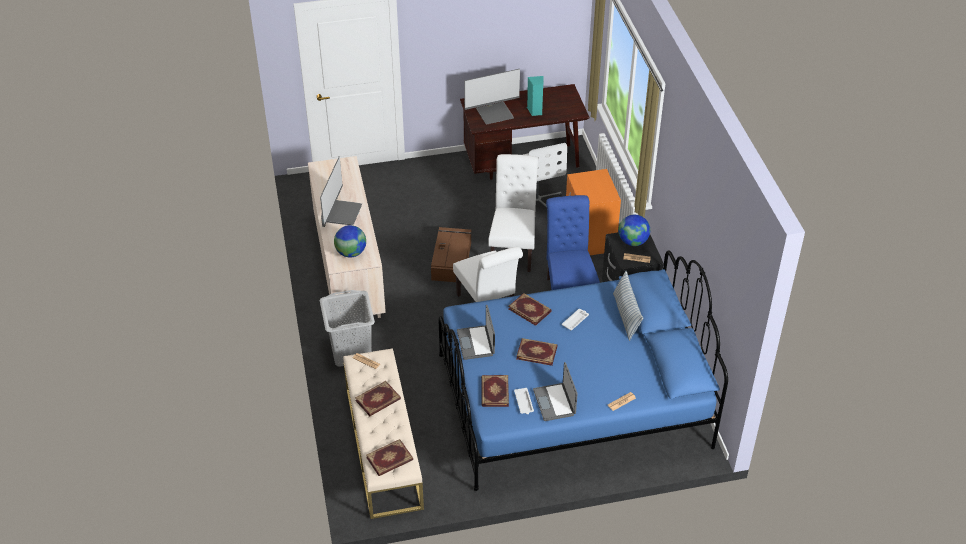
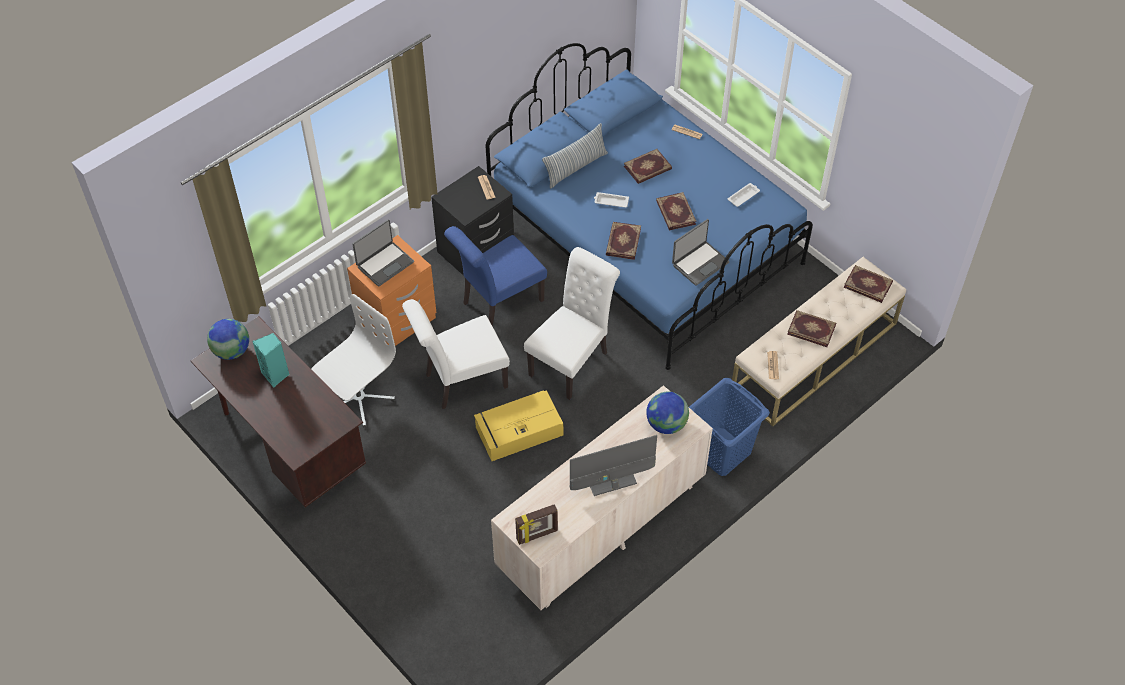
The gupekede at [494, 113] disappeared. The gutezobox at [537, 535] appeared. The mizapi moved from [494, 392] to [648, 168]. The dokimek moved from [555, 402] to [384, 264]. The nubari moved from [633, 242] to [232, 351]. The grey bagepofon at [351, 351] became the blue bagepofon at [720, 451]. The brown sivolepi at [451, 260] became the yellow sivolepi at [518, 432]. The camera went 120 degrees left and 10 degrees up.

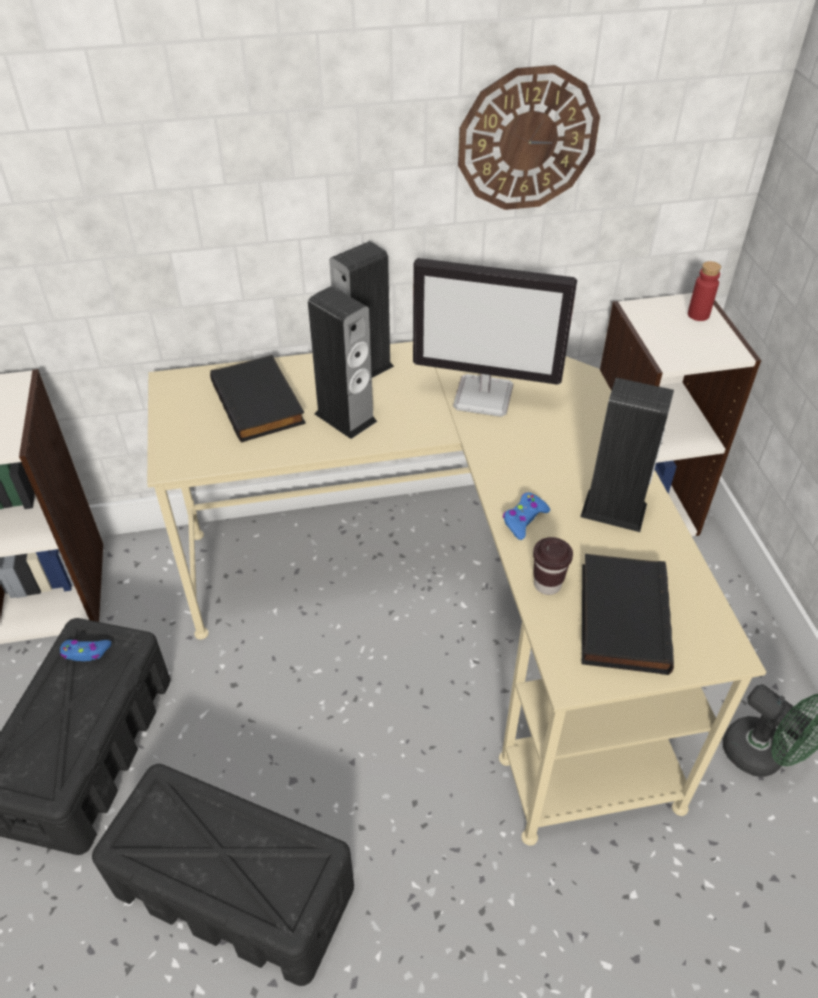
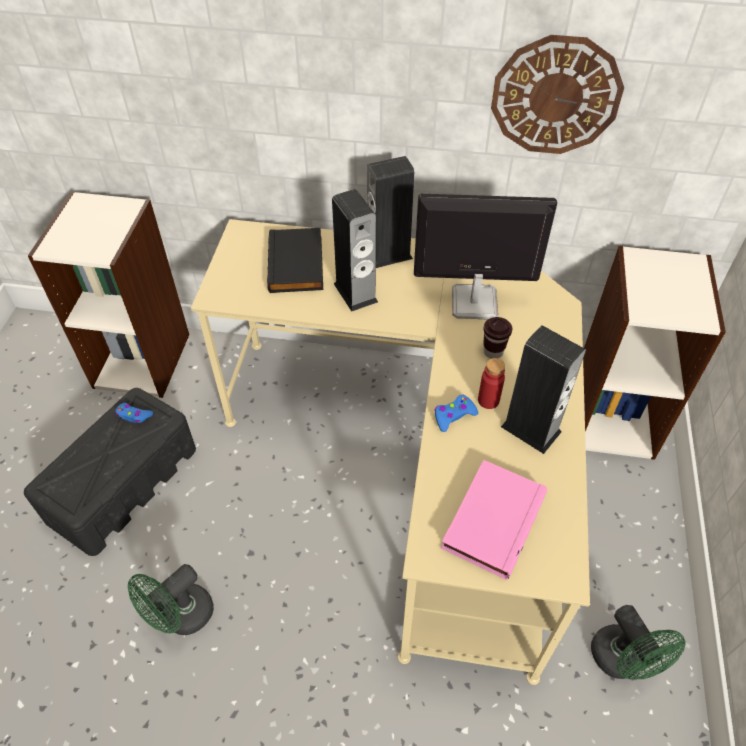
The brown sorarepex moved from [547, 584] to [493, 352]. The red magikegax moved from [698, 315] to [488, 400]. The black sivolepi at [236, 889] was replaced by the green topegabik at [181, 617]. The black mizapi at [620, 616] became the pink mizapi at [491, 519]. The gupekede at [485, 397] turned 150 degrees clockwise. The camera went 20 degrees right and 5 degrees up.

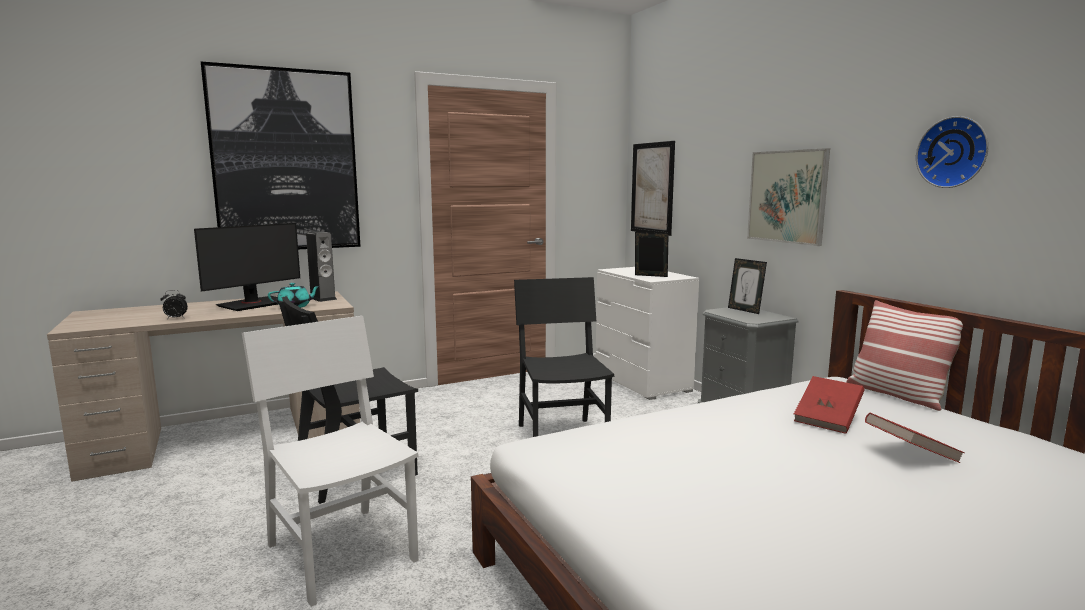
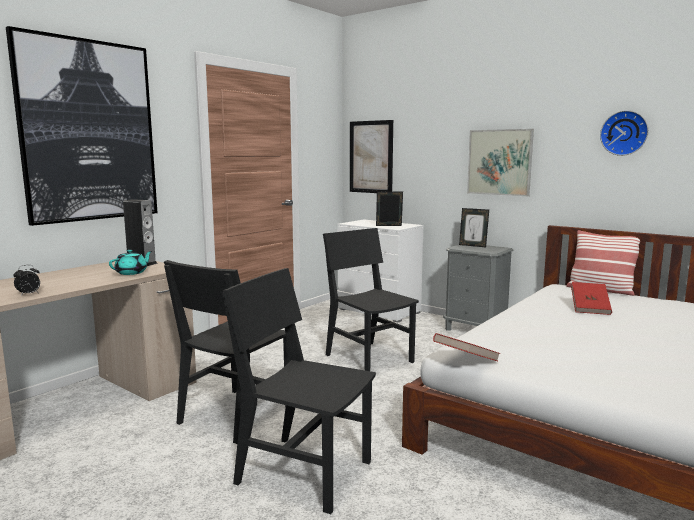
The gupekede at [254, 304] disappeared. The red mizapi moved from [910, 455] to [465, 361]. The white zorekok at [342, 552] became the black zorekok at [304, 472]. The camera went 25 degrees left and 0 degrees up.

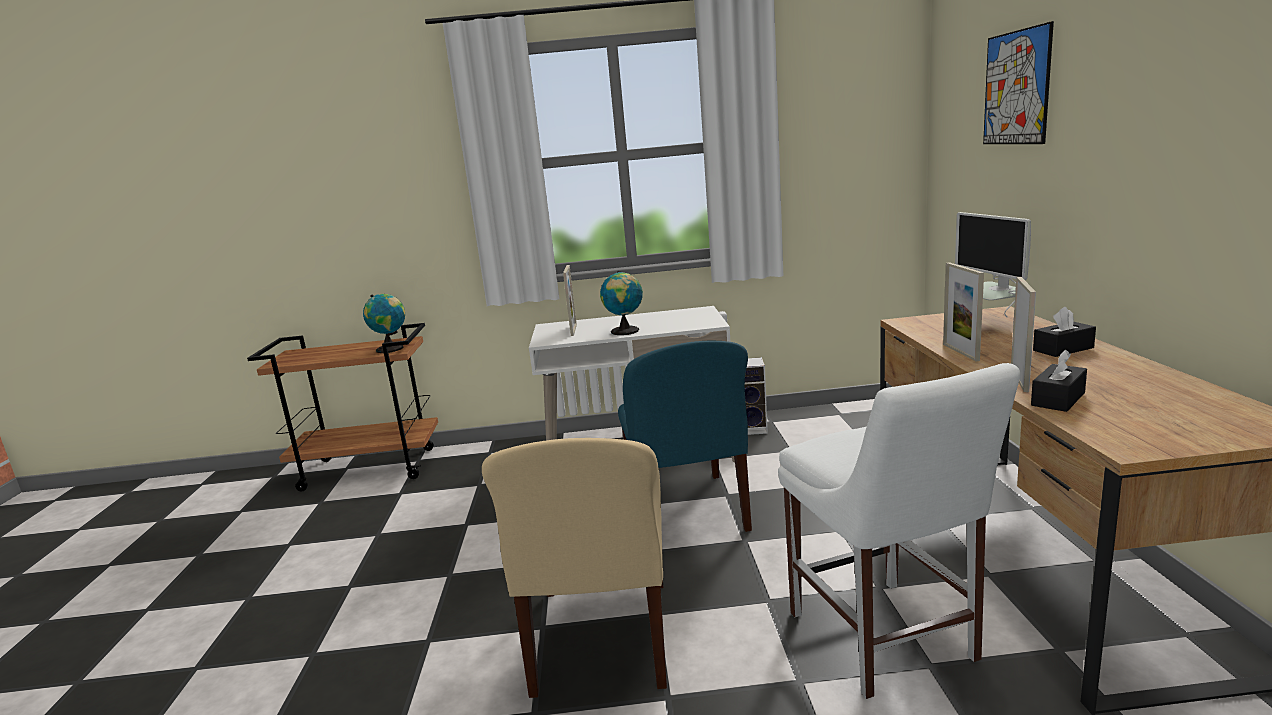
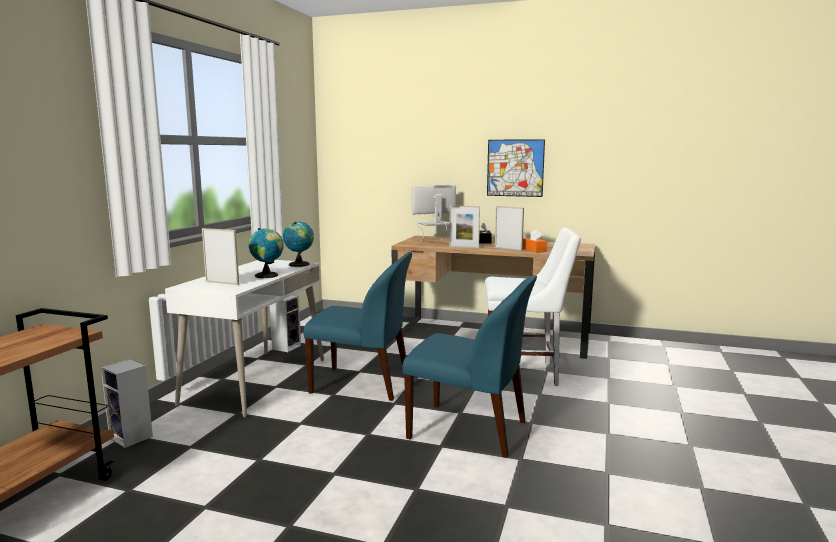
The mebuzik at [132, 437] appeared. The nubari moved from [392, 349] to [299, 264]. The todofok moved from [1016, 88] to [515, 168]. The beige zorekok at [601, 639] became the blue zorekok at [470, 430]. The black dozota at [1058, 399] became the orange dozota at [534, 250]. The gupekede at [991, 323] turned 150 degrees clockwise. The camera went 70 degrees left and 5 degrees down.

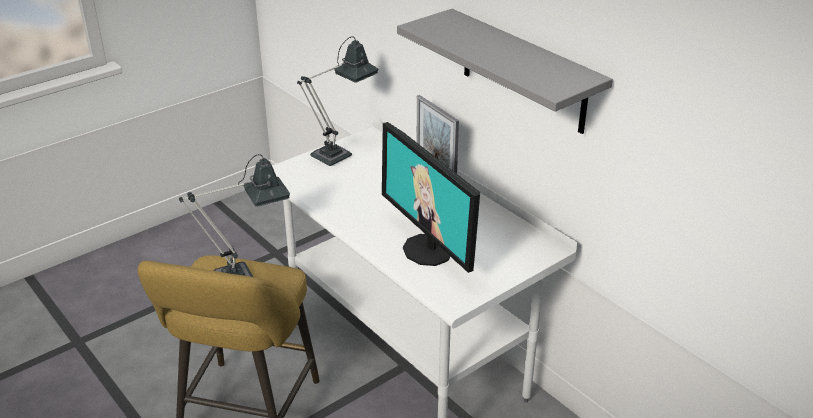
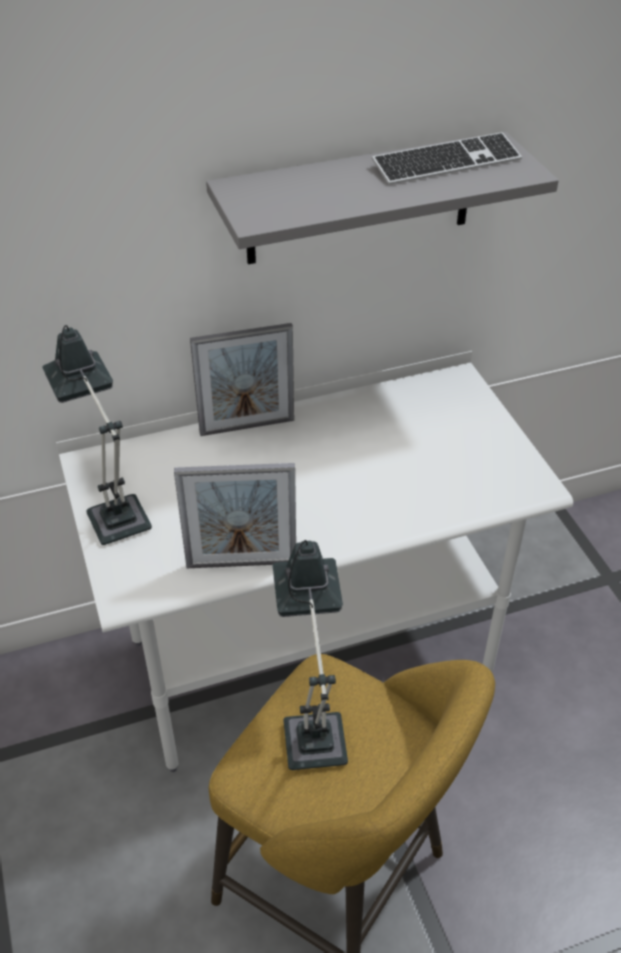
The gupekede at [429, 250] disappeared. The gutezobox at [241, 564] appeared. The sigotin at [446, 163] appeared. The camera went 70 degrees left and 10 degrees up.

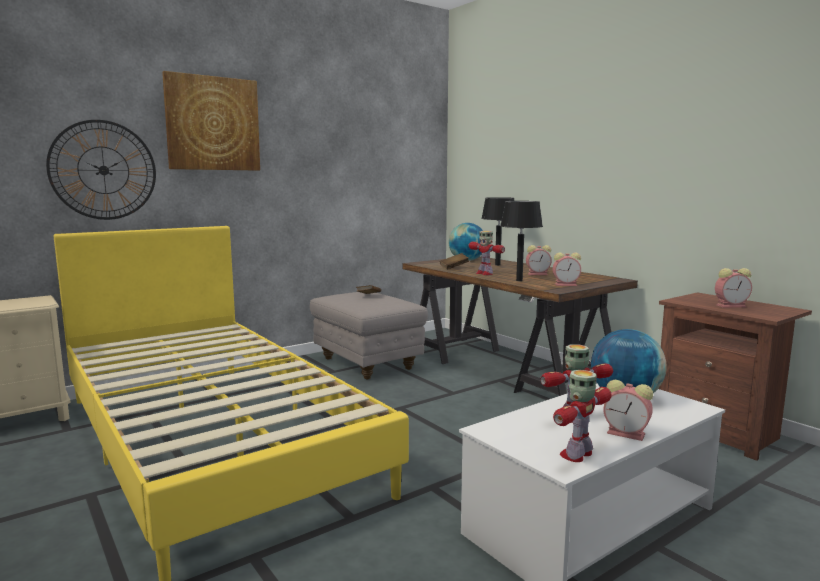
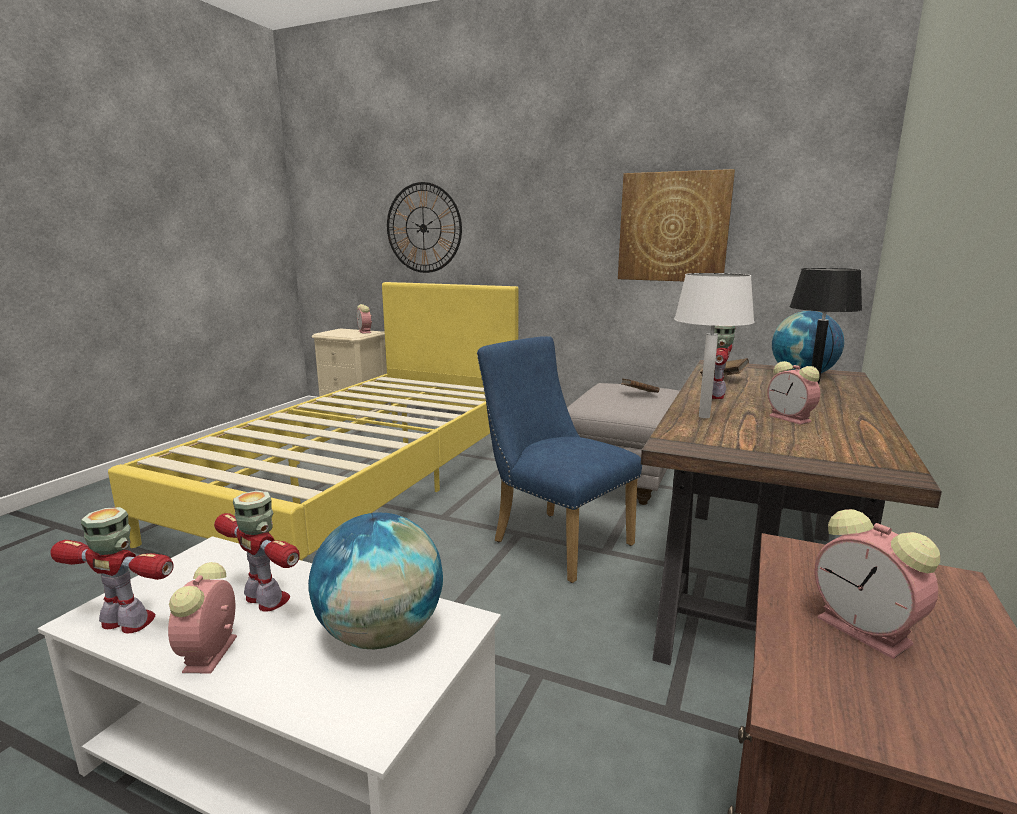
The blue zorekok at [554, 540] appeared. The todofok moved from [213, 124] to [673, 227]. The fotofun moved from [566, 284] to [365, 332]. The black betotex at [519, 280] became the white betotex at [703, 416]. The camera went 60 degrees right and 5 degrees up.

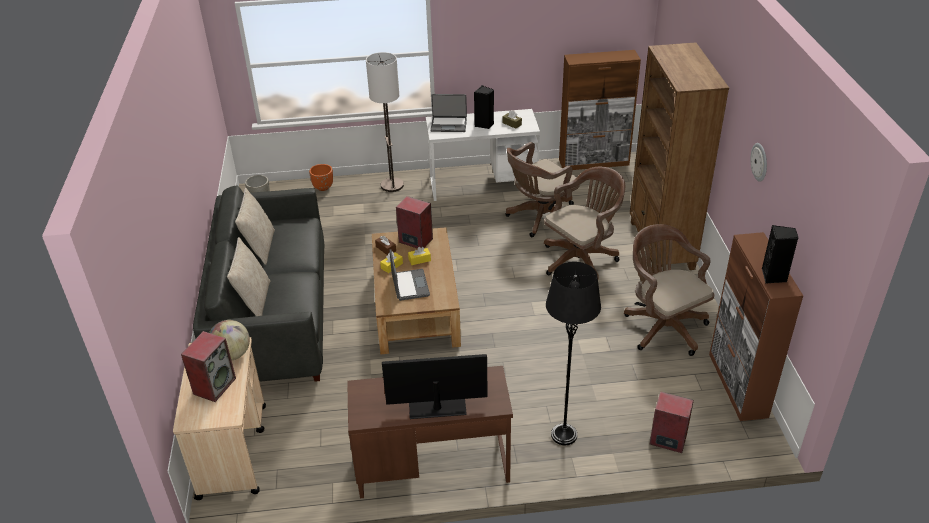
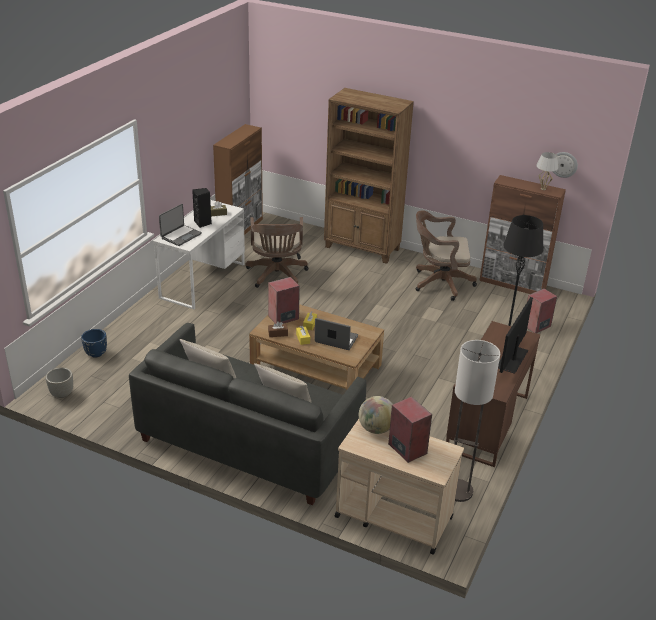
The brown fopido at [582, 259] disappeared. The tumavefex moved from [392, 185] to [458, 491]. The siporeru moved from [760, 162] to [564, 164]. The black mebuzik at [774, 277] was replaced by the white betotex at [543, 189]. The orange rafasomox at [323, 187] became the blue rafasomox at [96, 354]. The camera went 60 degrees left and 5 degrees down.

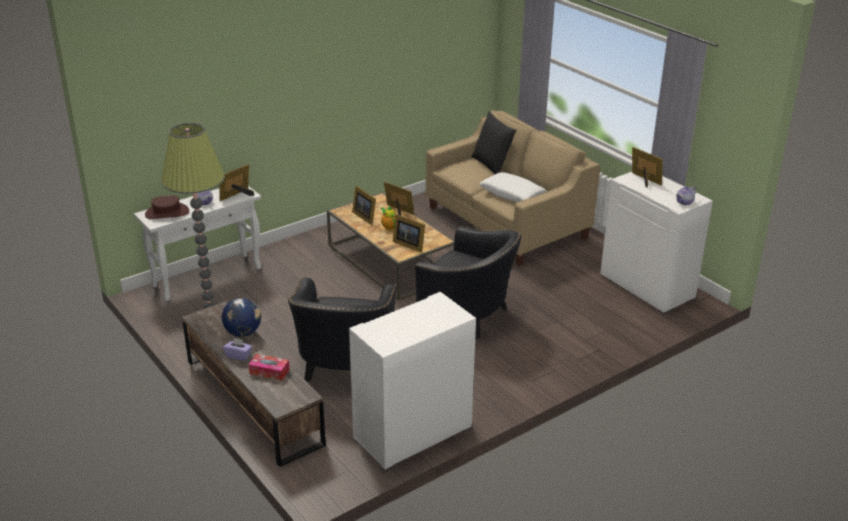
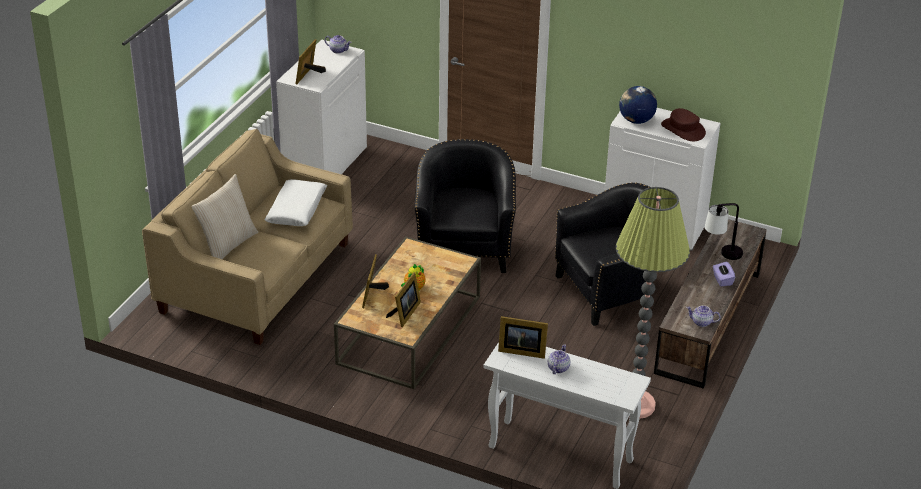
The gutezobox at [409, 244] disappeared. The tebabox at [701, 322] appeared. The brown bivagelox moved from [167, 213] to [683, 129]. The nubari moved from [243, 332] to [636, 120]. The dozota at [269, 371] was replaced by the betotex at [722, 255]. The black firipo at [492, 165] became the beige firipo at [227, 245]. The camera went 120 degrees left and 5 degrees up.

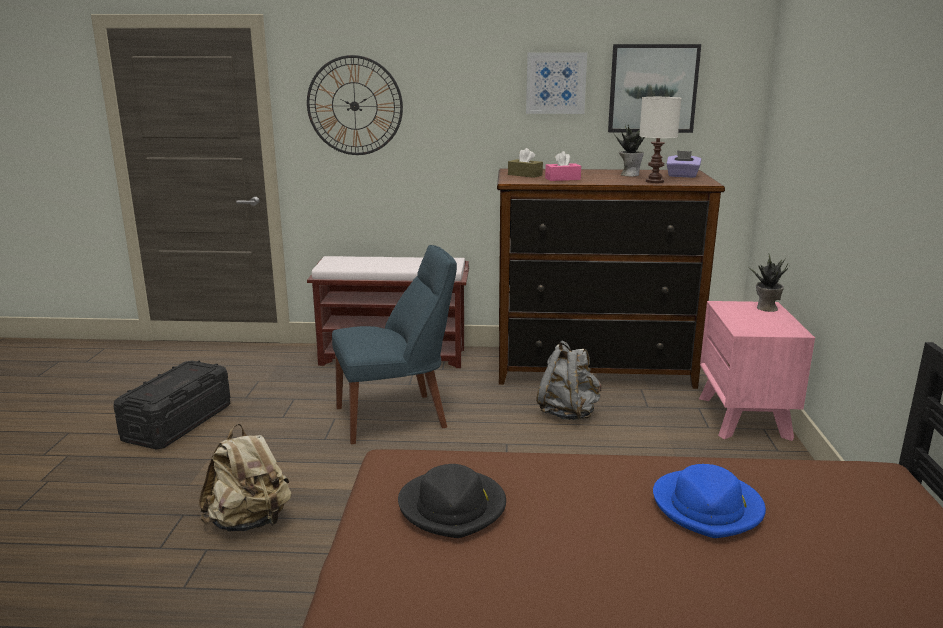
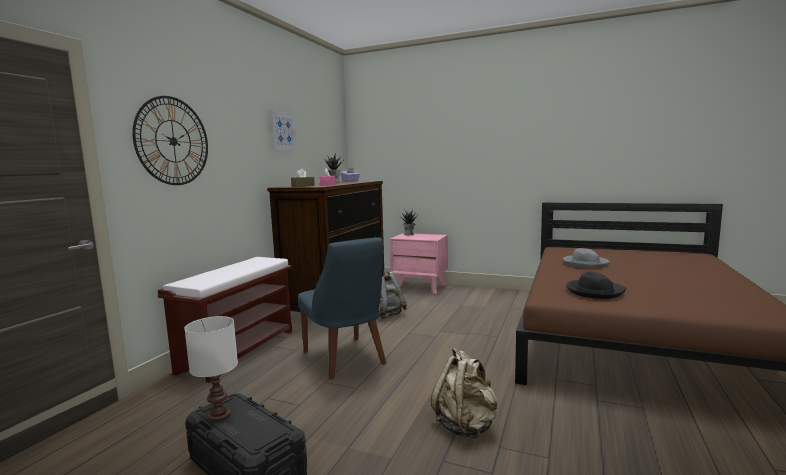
The todofok at [652, 88] disappeared. The white betotex moved from [655, 181] to [220, 415]. The blue bivagelox at [708, 507] became the grey bivagelox at [585, 263]. The blue zorekok at [396, 417] turned 150 degrees clockwise. The camera went 70 degrees left and 10 degrees down.

